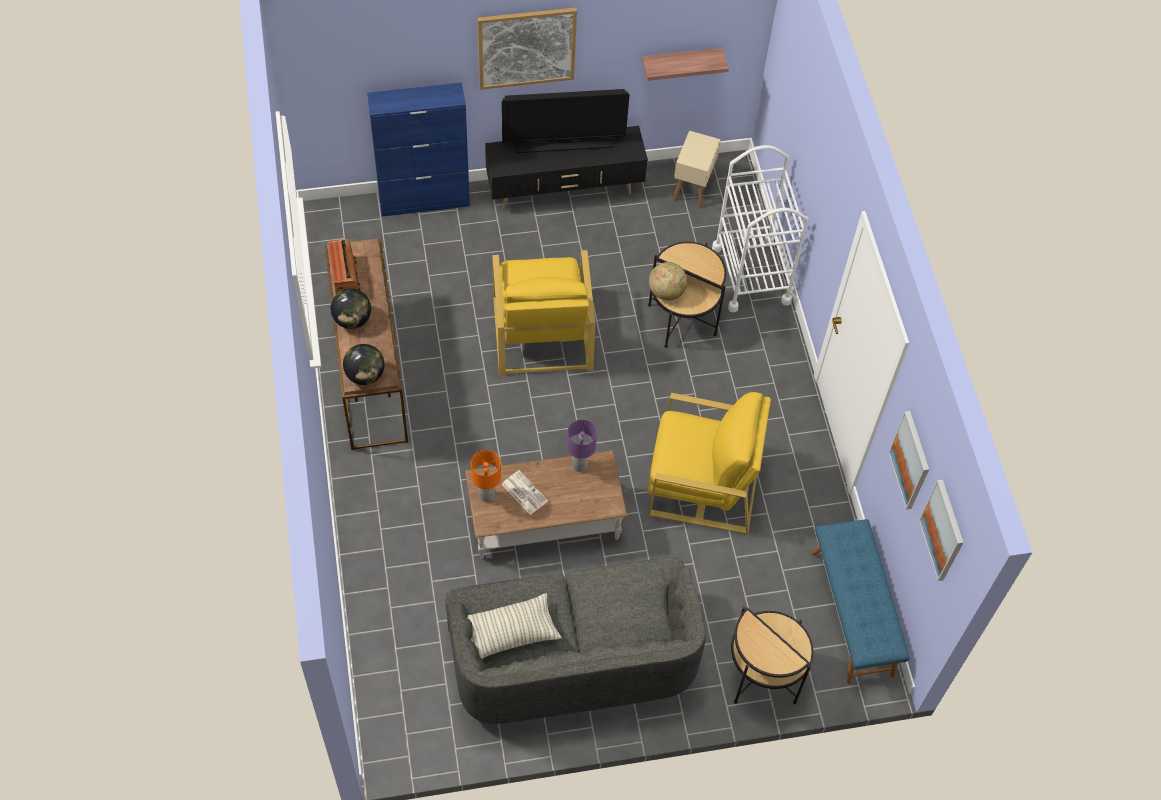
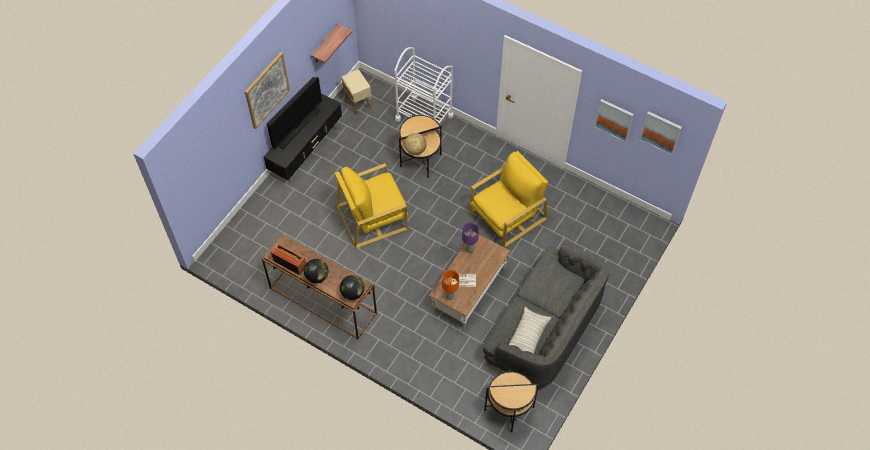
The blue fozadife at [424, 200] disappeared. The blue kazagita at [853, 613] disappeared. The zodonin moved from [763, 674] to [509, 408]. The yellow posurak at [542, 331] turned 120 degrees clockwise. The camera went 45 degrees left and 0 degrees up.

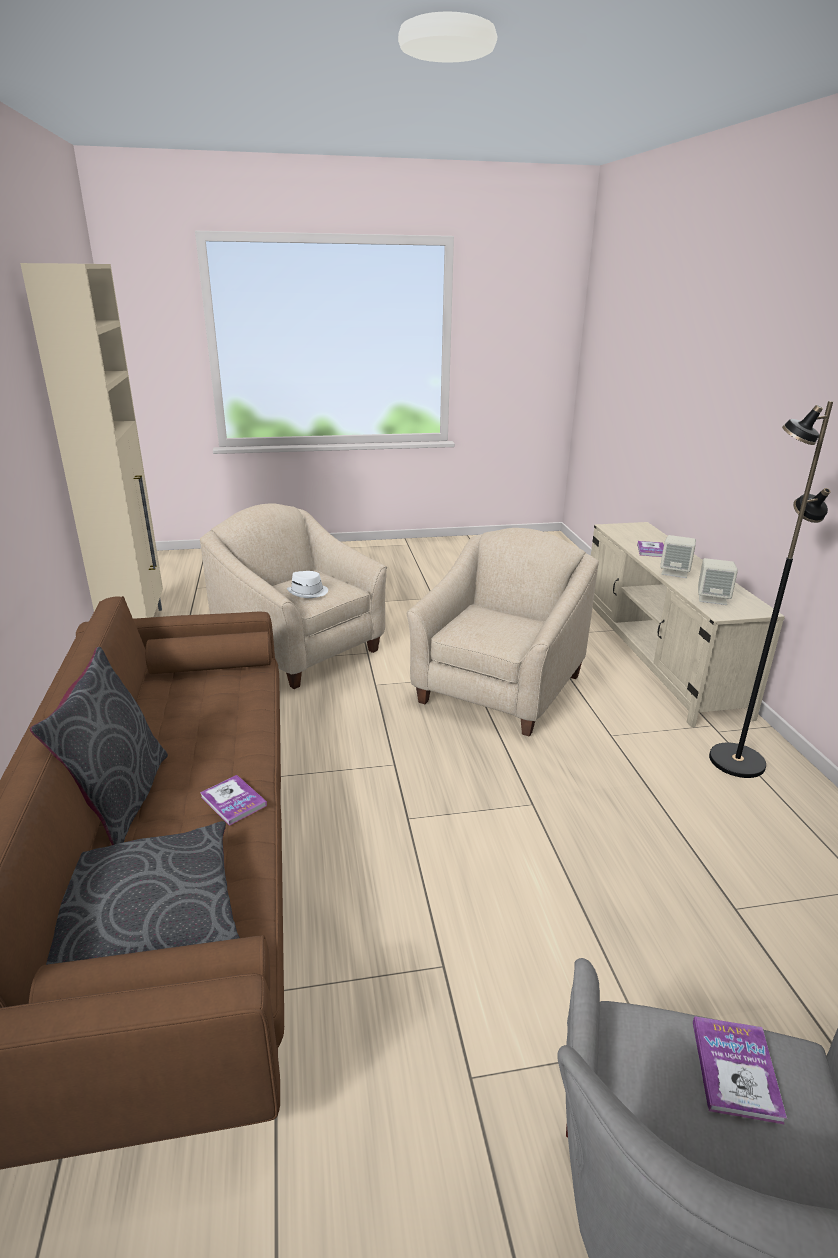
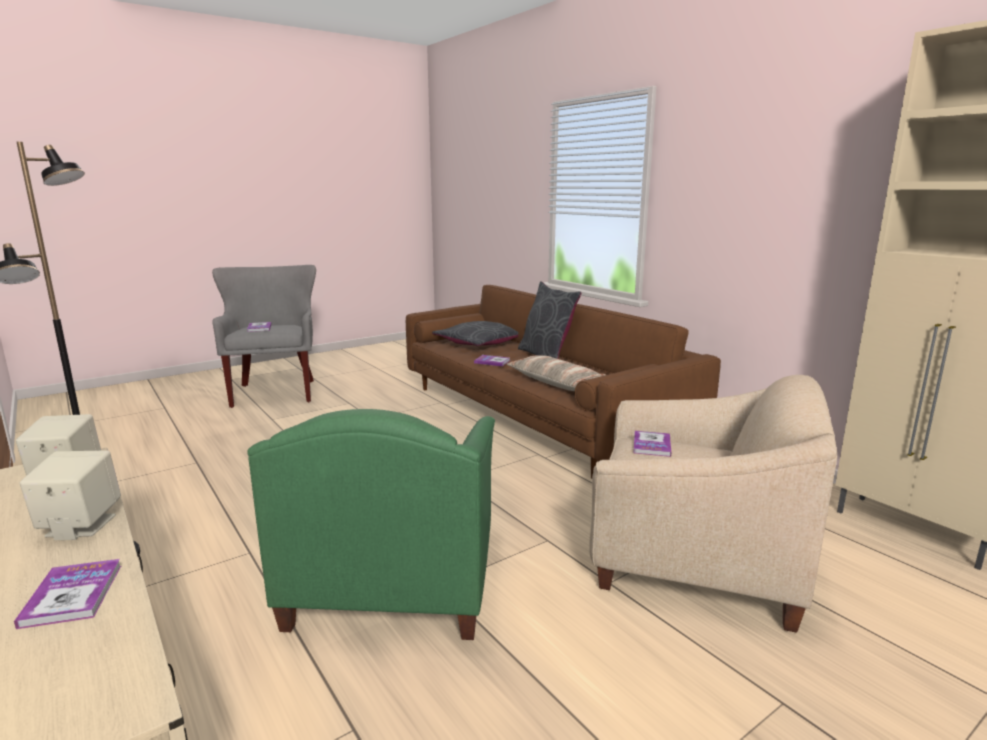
The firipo at [557, 383] appeared. The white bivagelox at [308, 592] was replaced by the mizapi at [651, 445]. The beige posurak at [499, 689] became the green posurak at [396, 576]. The camera went 155 degrees right and 10 degrees down.

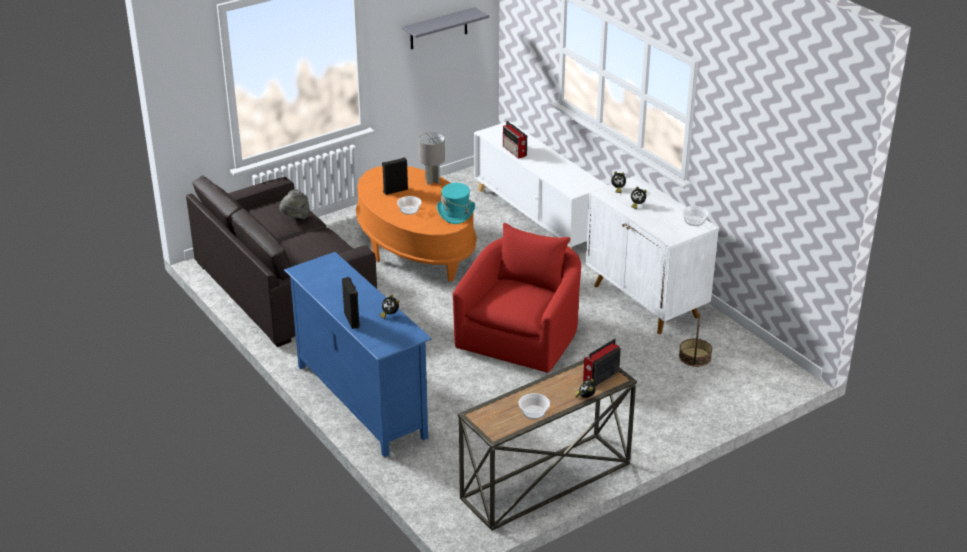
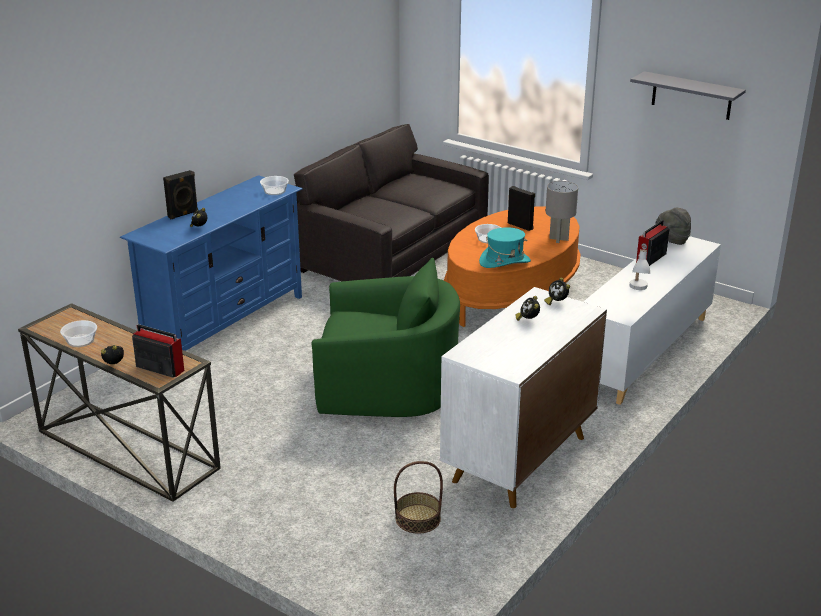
The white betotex at [638, 292] appeared. The grey bivagelox moved from [295, 217] to [671, 240]. The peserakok moved from [694, 221] to [275, 191]. The red posurak at [522, 336] became the green posurak at [386, 387]. The camera went 70 degrees right and 5 degrees down.

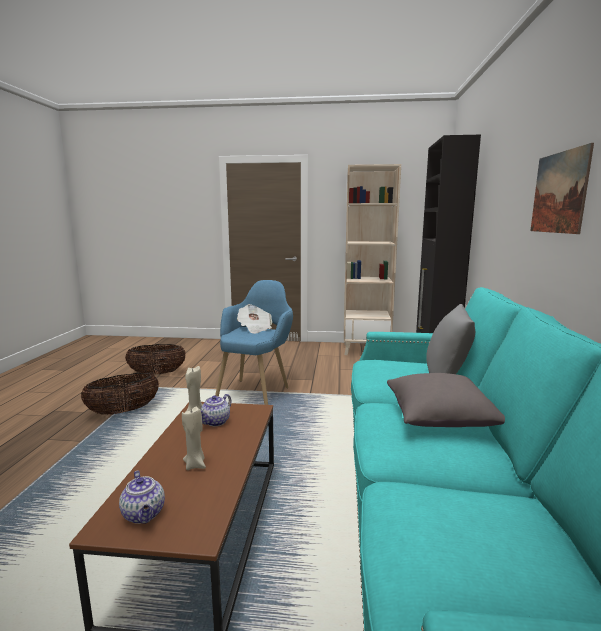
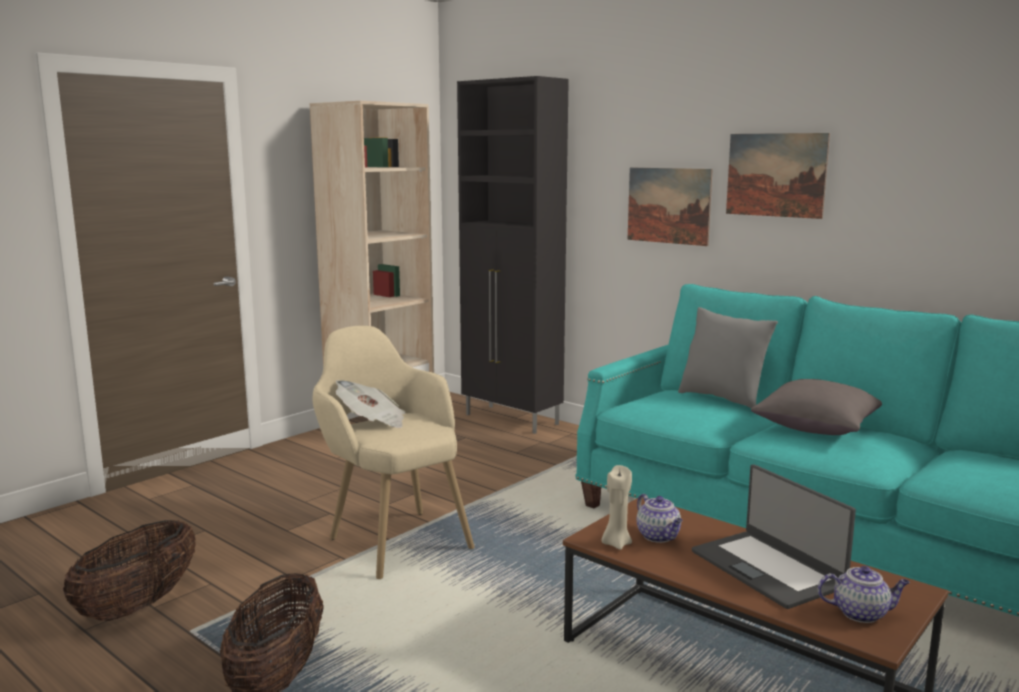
The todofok at [668, 205] appeared. The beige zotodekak at [195, 465] was replaced by the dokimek at [768, 568]. The blue posurak at [257, 390] became the beige posurak at [392, 537]. The camera went 55 degrees left and 0 degrees up.

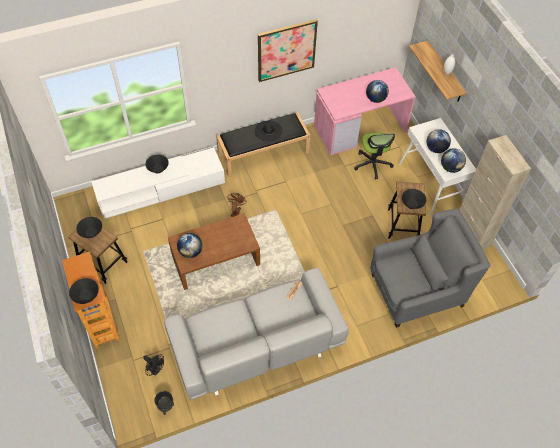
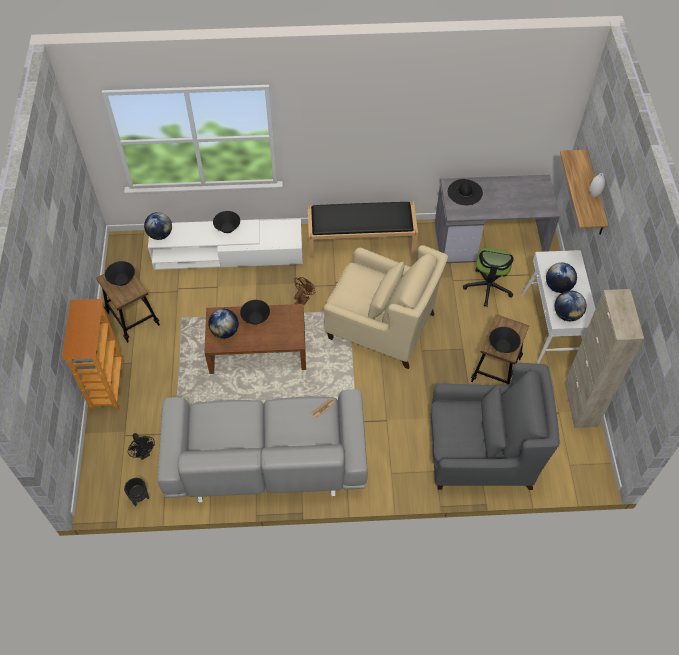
The todofok at [286, 50] disappeared. The beige posurak at [381, 326] appeared. The black peserakok moved from [86, 296] to [256, 318]. The black bivagelox moved from [268, 131] to [465, 192]. The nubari moved from [375, 99] to [160, 234]. The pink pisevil at [360, 128] became the grey pisevil at [490, 240]. The camera went 20 degrees right and 0 degrees up.

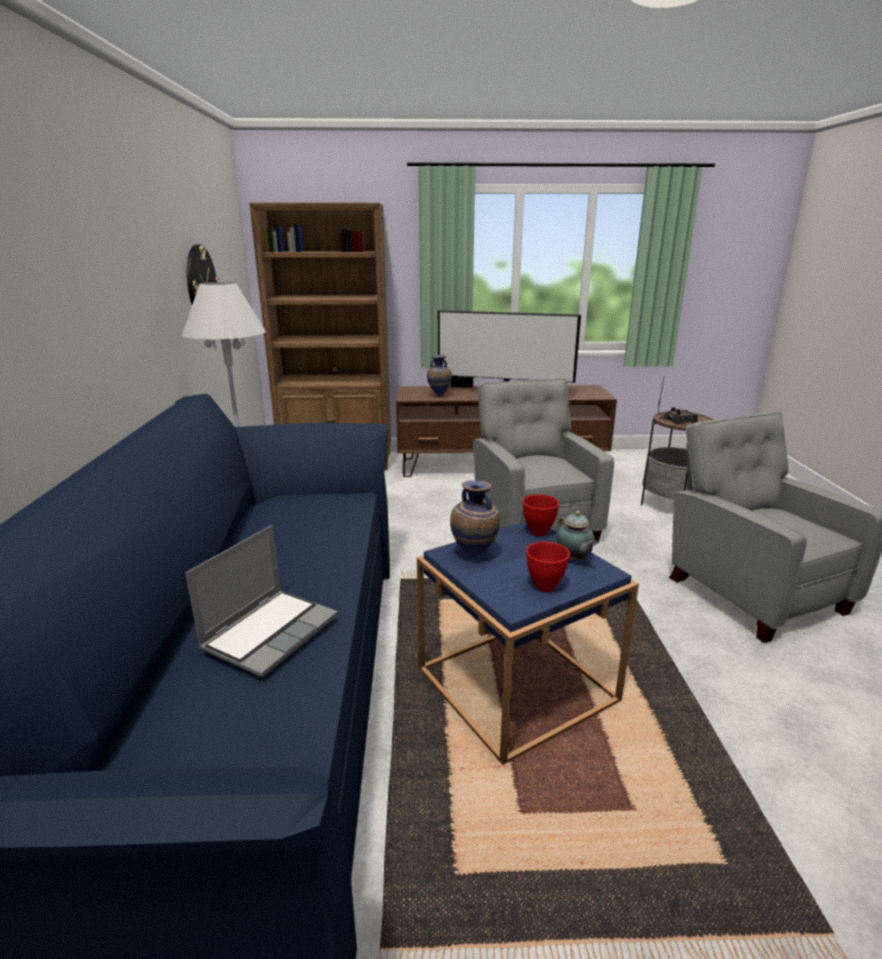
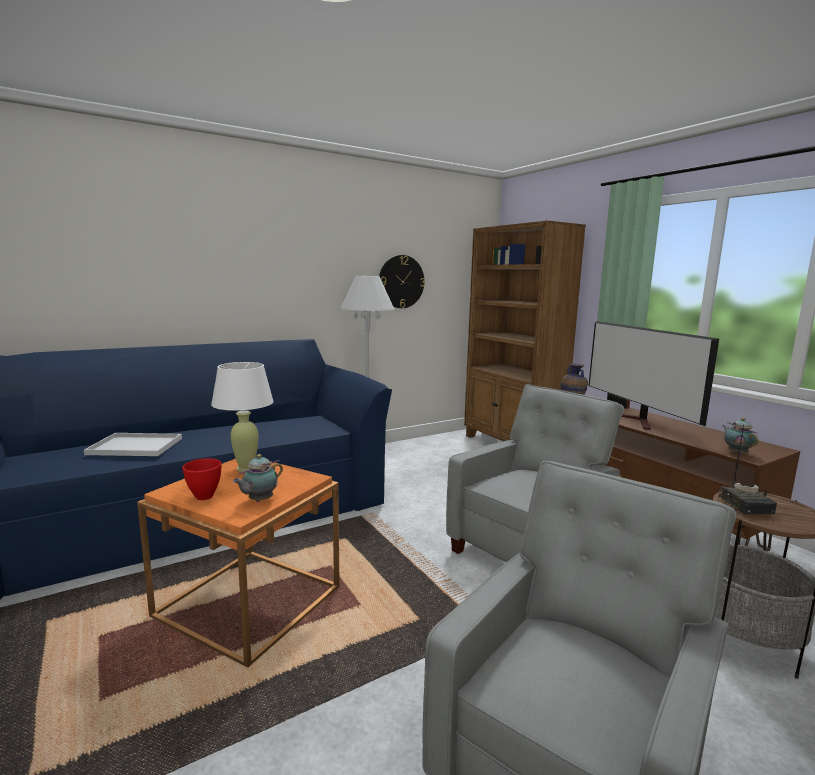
The red peserakok at [539, 532] disappeared. The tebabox at [736, 453] appeared. The dokimek at [271, 632] was replaced by the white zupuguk at [137, 446]. The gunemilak at [474, 555] was replaced by the white betotex at [246, 468]. The blue zodonin at [516, 684] became the orange zodonin at [249, 601]. The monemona at [677, 420] turned 45 degrees clockwise. The camera went 60 degrees right and 10 degrees down.

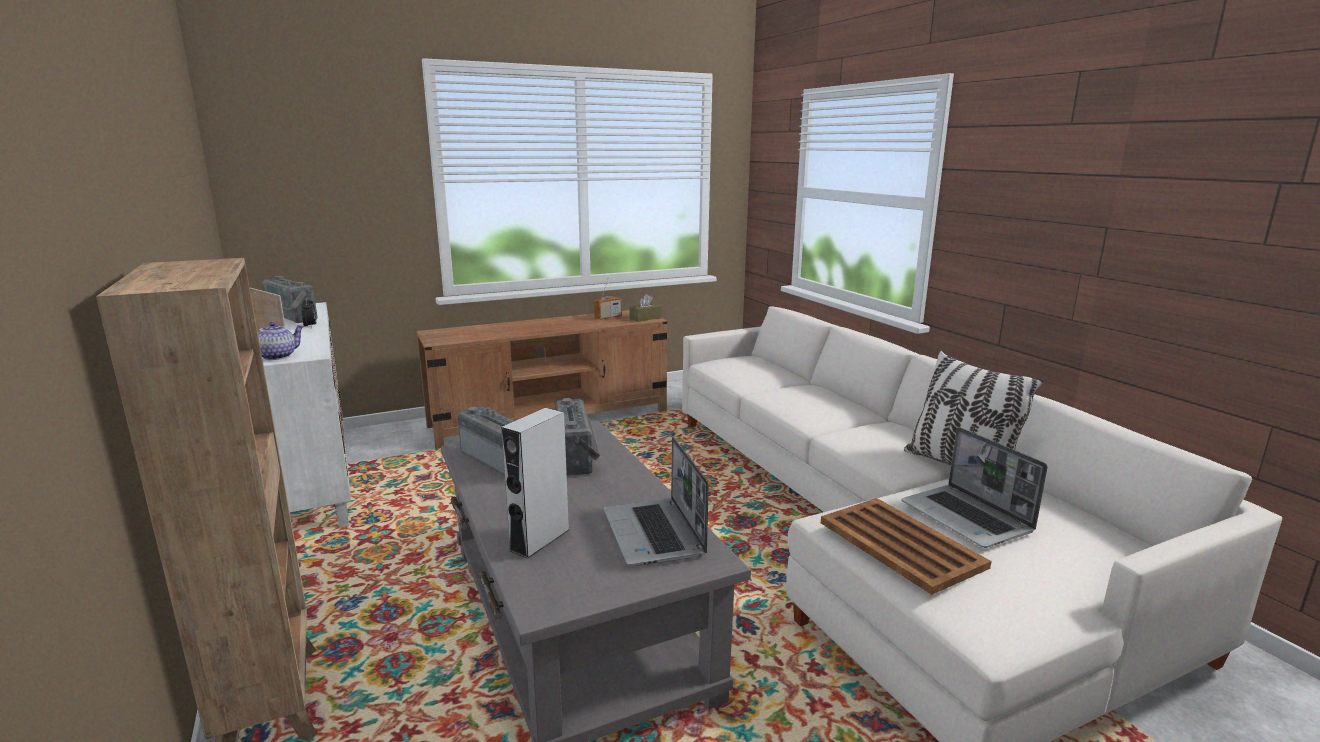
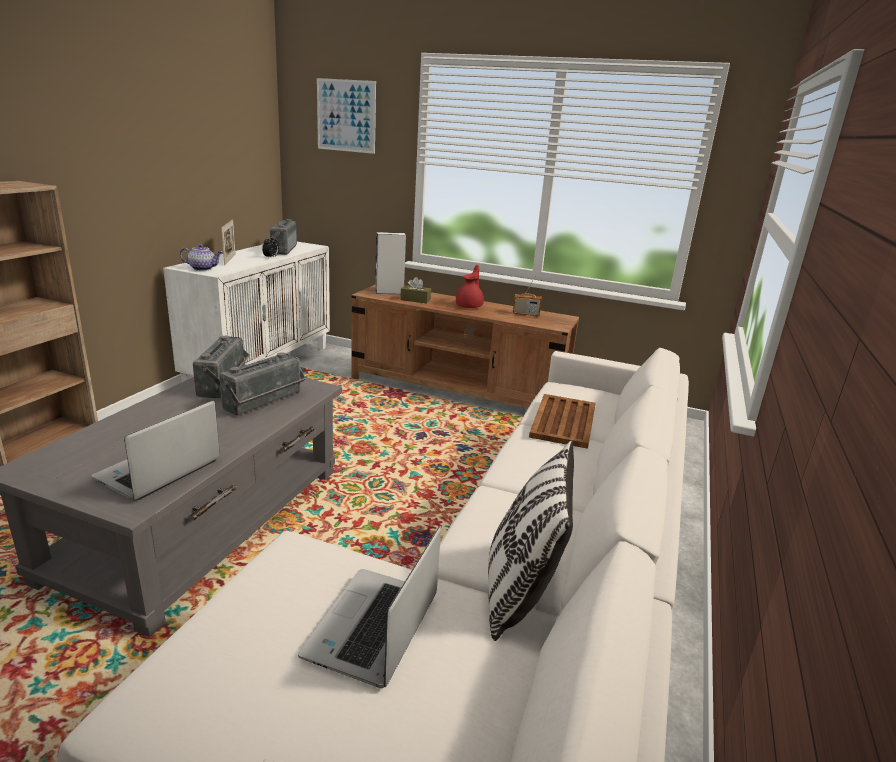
The todofok at [346, 116] appeared. The red tebabox at [470, 306] appeared. The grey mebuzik moved from [540, 540] to [389, 292]. The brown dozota moved from [645, 318] to [415, 300]. The brown zupuguk moved from [901, 545] to [563, 421]. The camera went 45 degrees right and 5 degrees up.

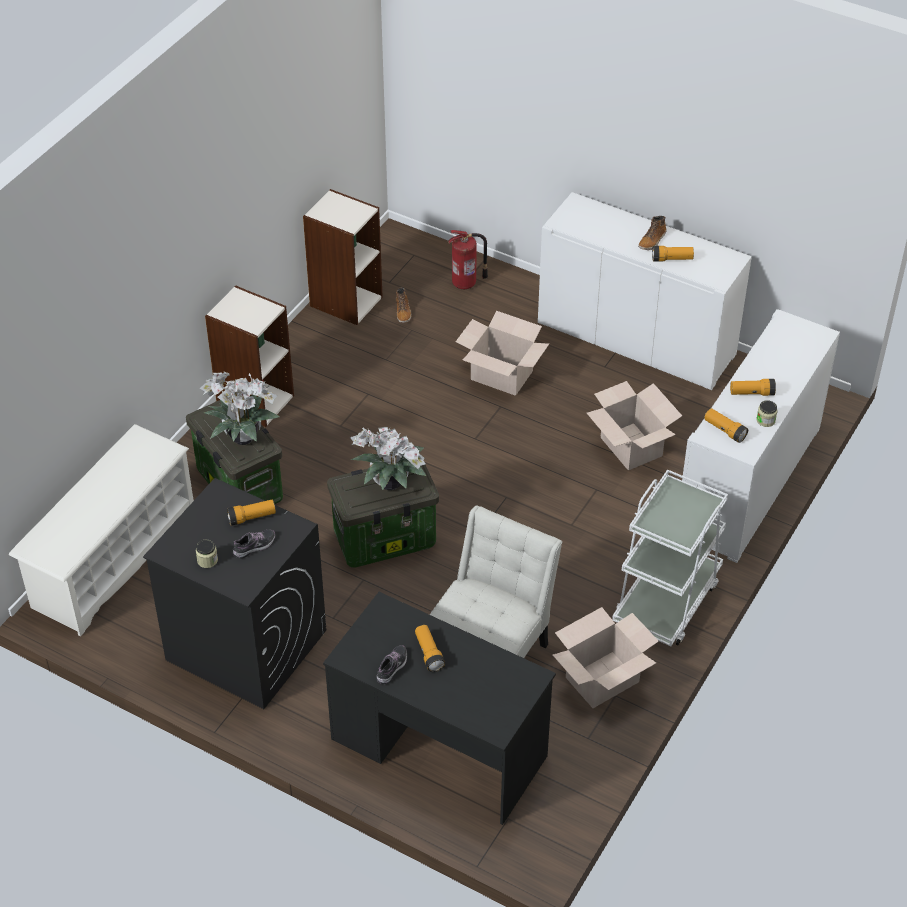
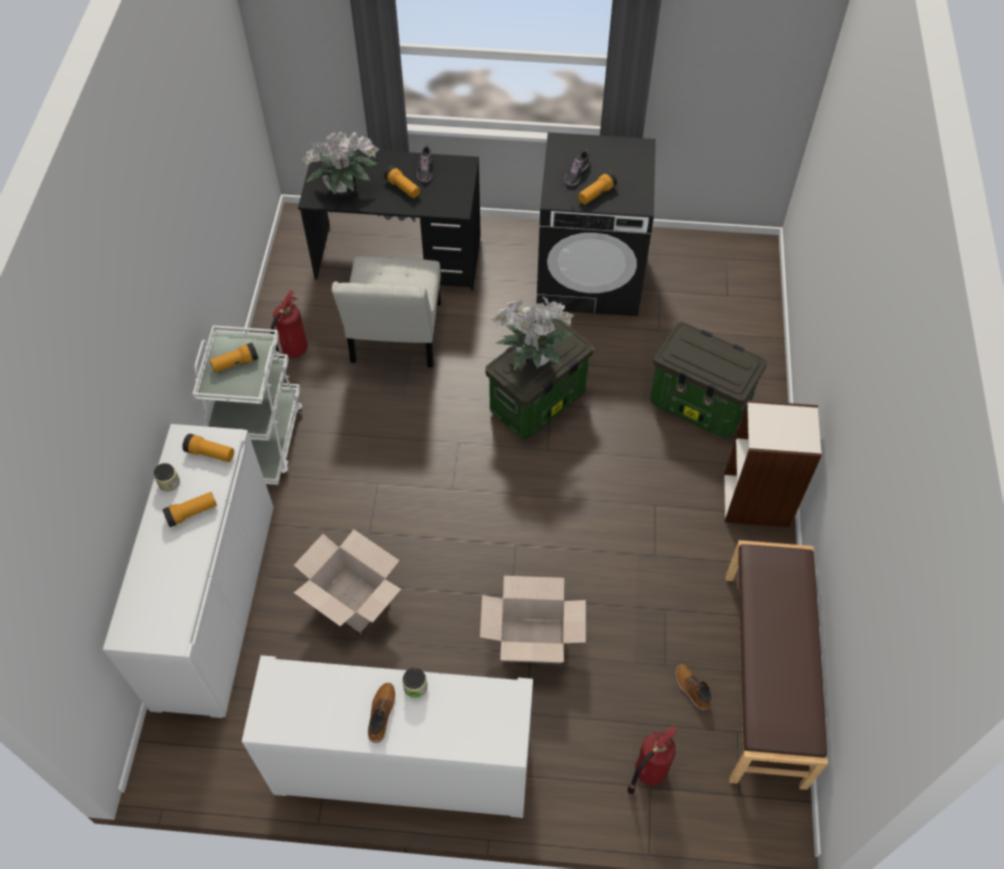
The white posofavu at [113, 558] disappeared. The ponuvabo moved from [207, 560] to [415, 687]. The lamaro moved from [241, 437] to [345, 190]. The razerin moved from [672, 259] to [235, 363]. The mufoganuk at [345, 301] was replaced by the brown kazagita at [765, 677]. The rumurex at [602, 680] was replaced by the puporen at [293, 350]. The camera went 155 degrees right and 10 degrees up.

